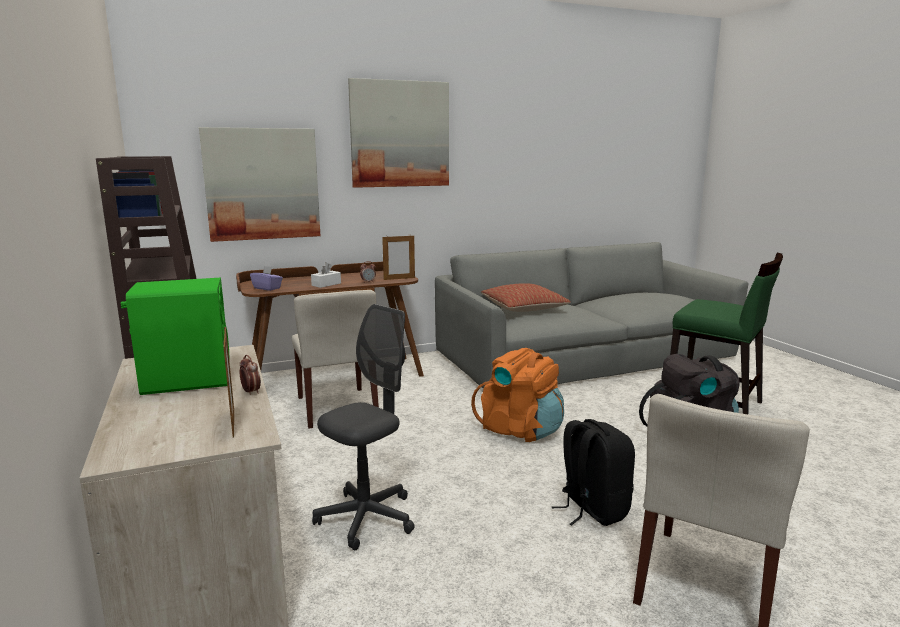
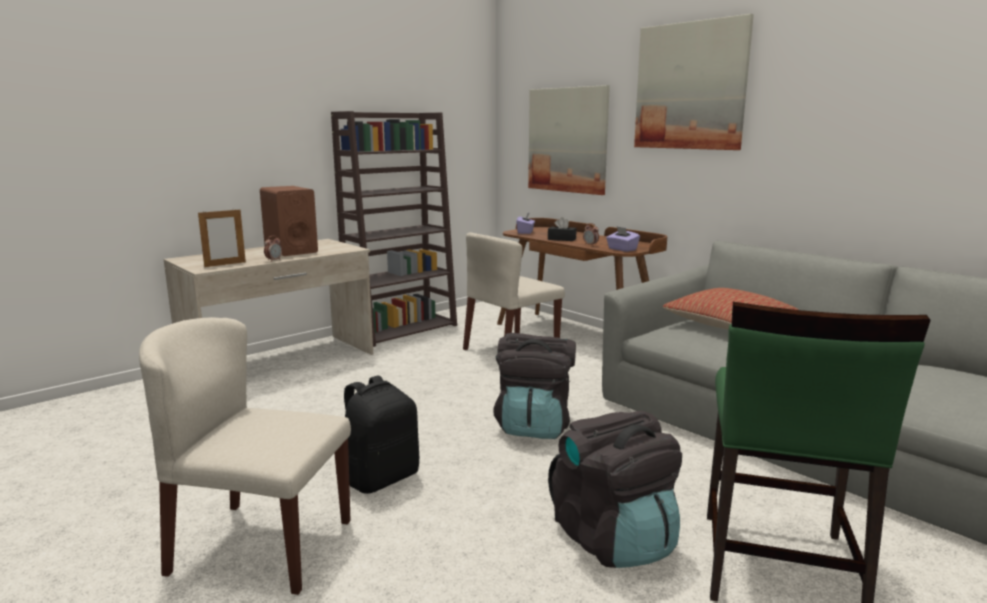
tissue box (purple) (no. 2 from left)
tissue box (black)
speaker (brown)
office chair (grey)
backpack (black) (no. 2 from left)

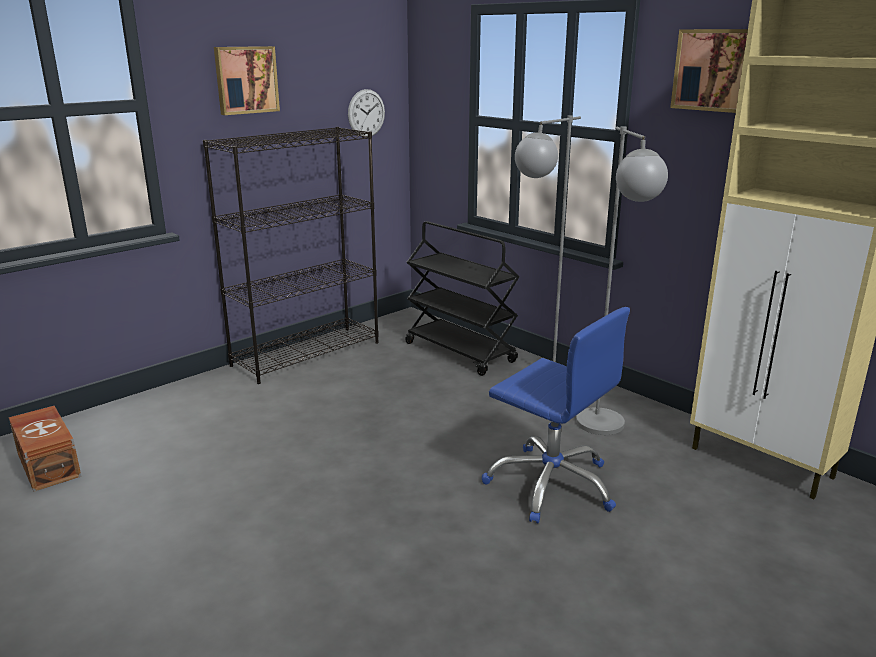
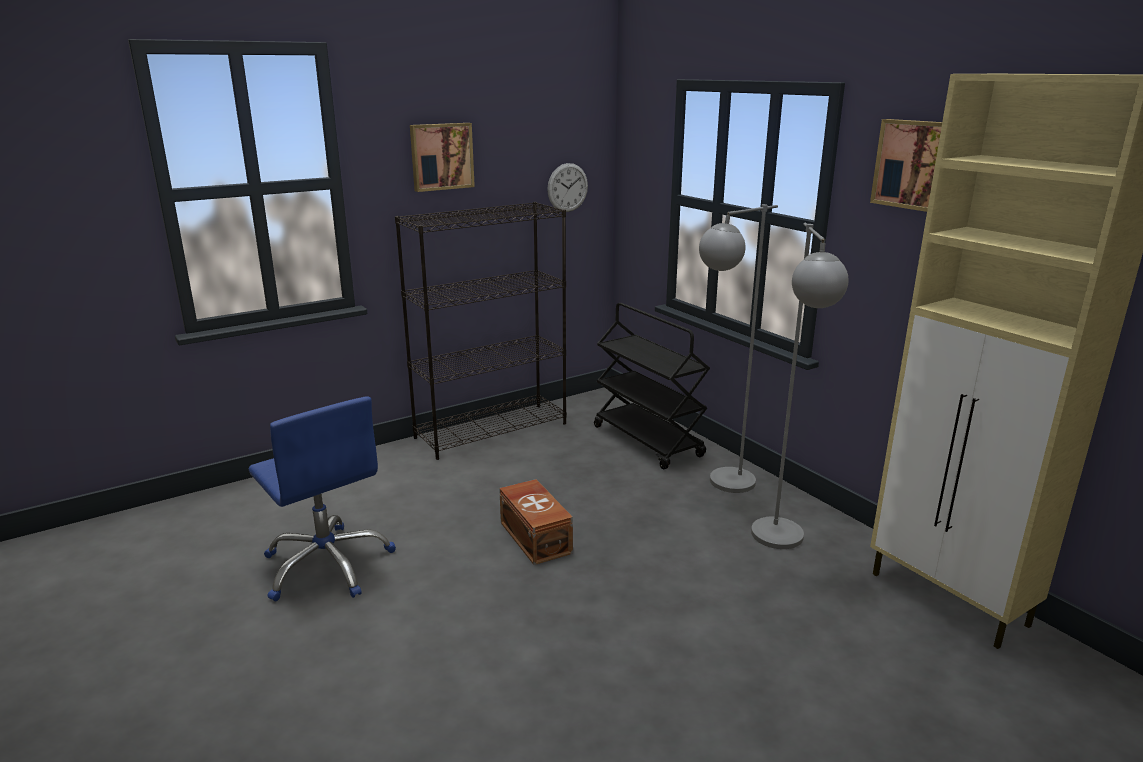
office chair (blue)
storage box (brown)

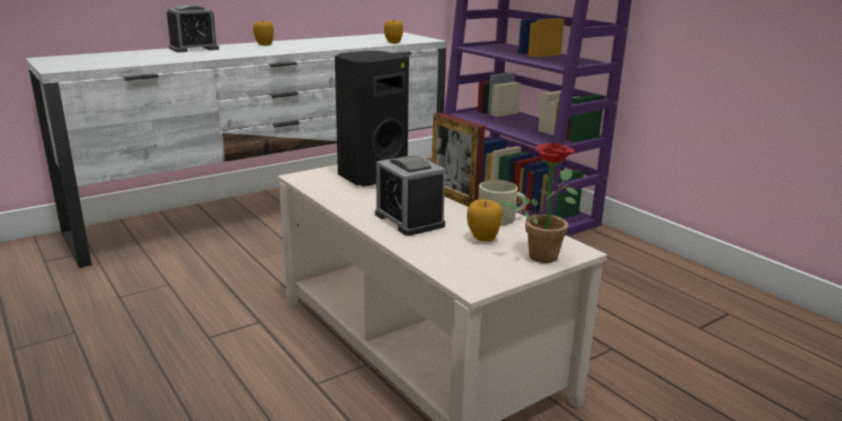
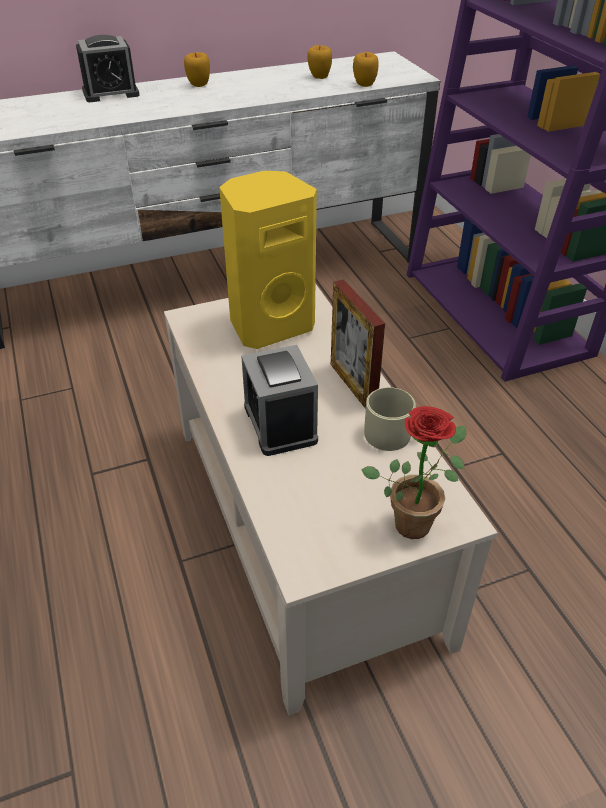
speaker (yellow)
apple (no. 2 from left)

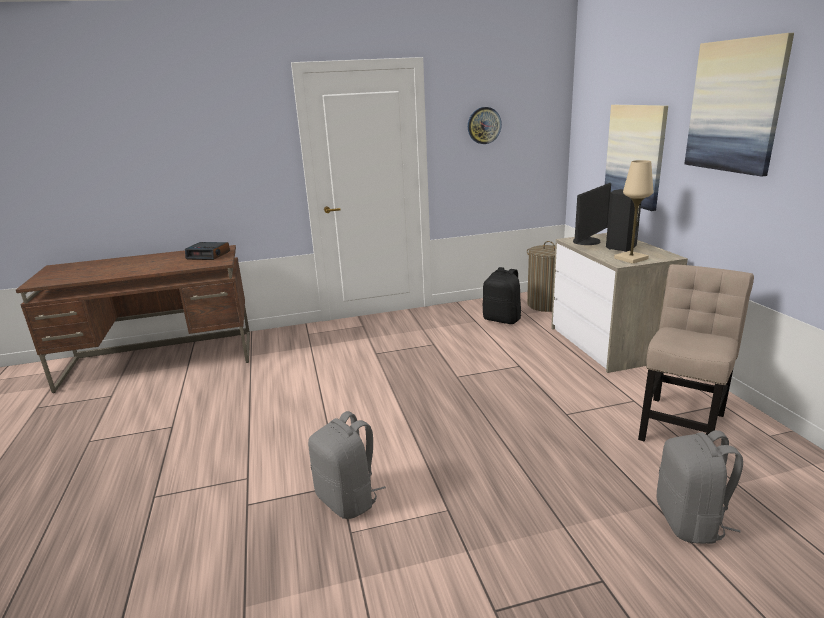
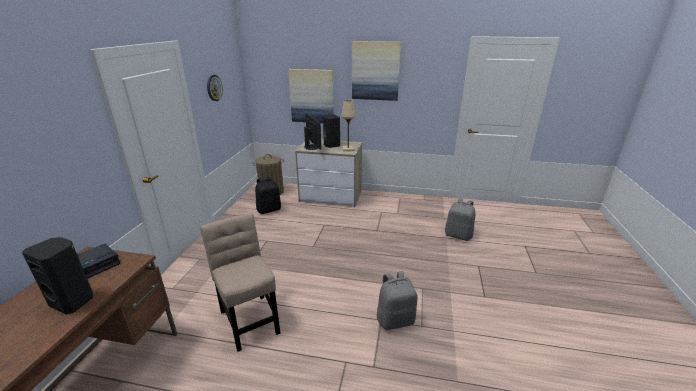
chair (beige)
speaker (black) (no. 1 from left)

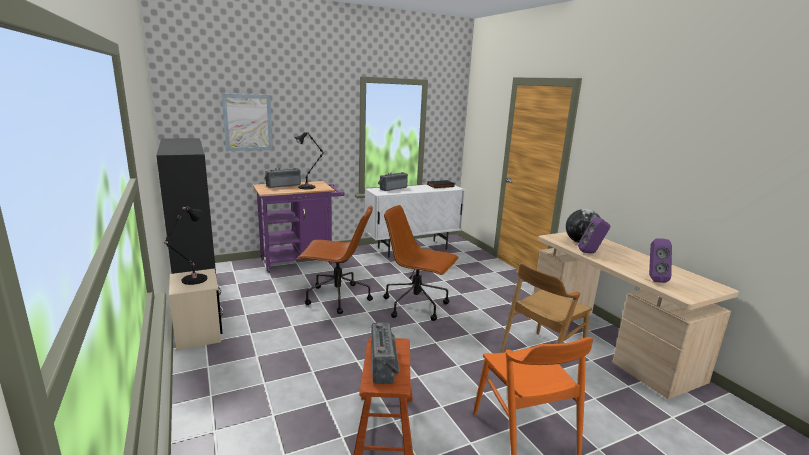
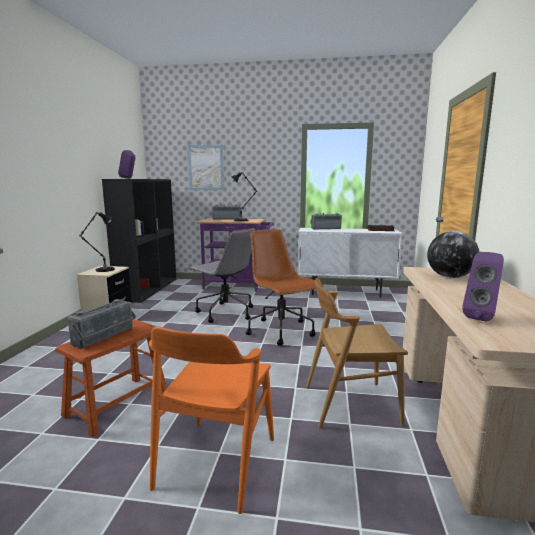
office chair (grey)
speaker (purple) (no. 1 from left)

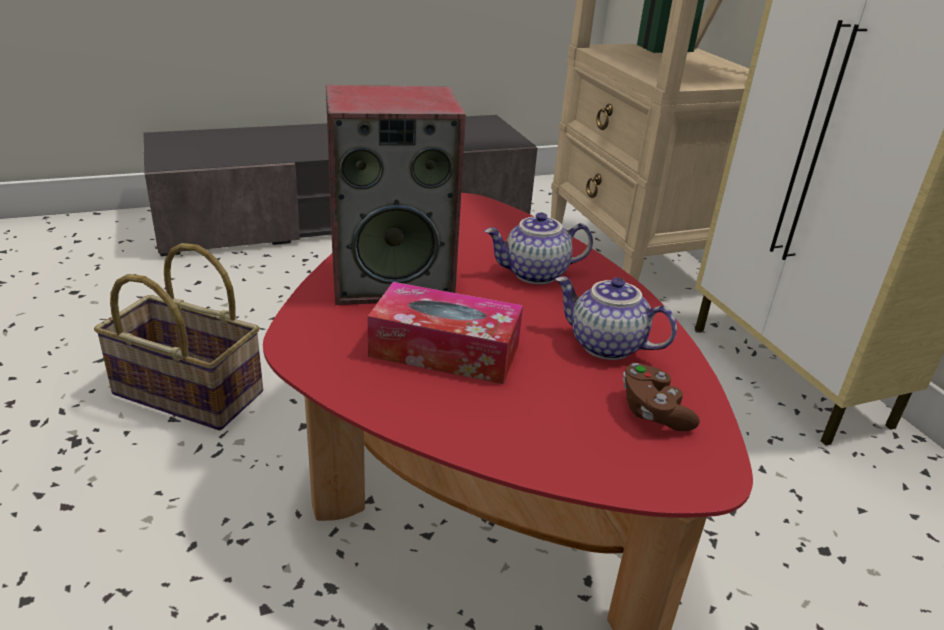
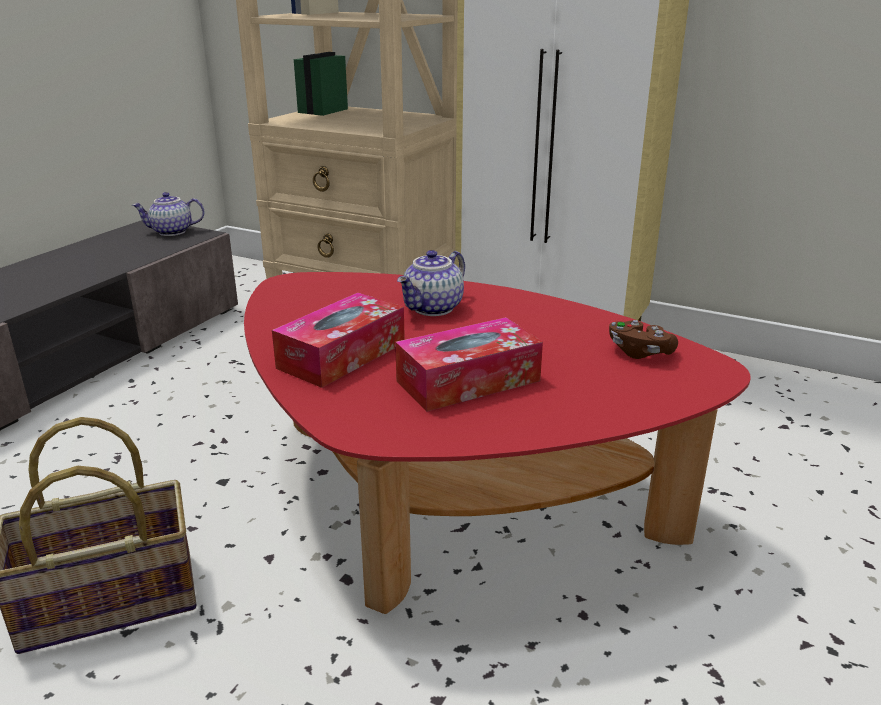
tissue box (no. 1 from left)
teapot (no. 1 from left)

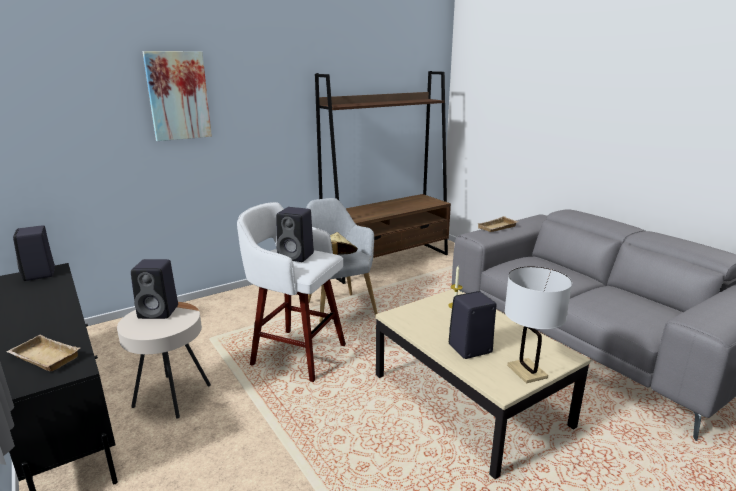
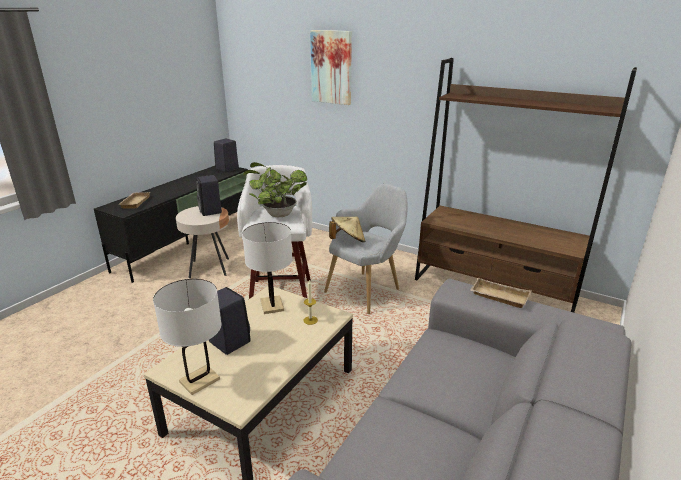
potted plant
table lamp (white) (no. 2 from left)

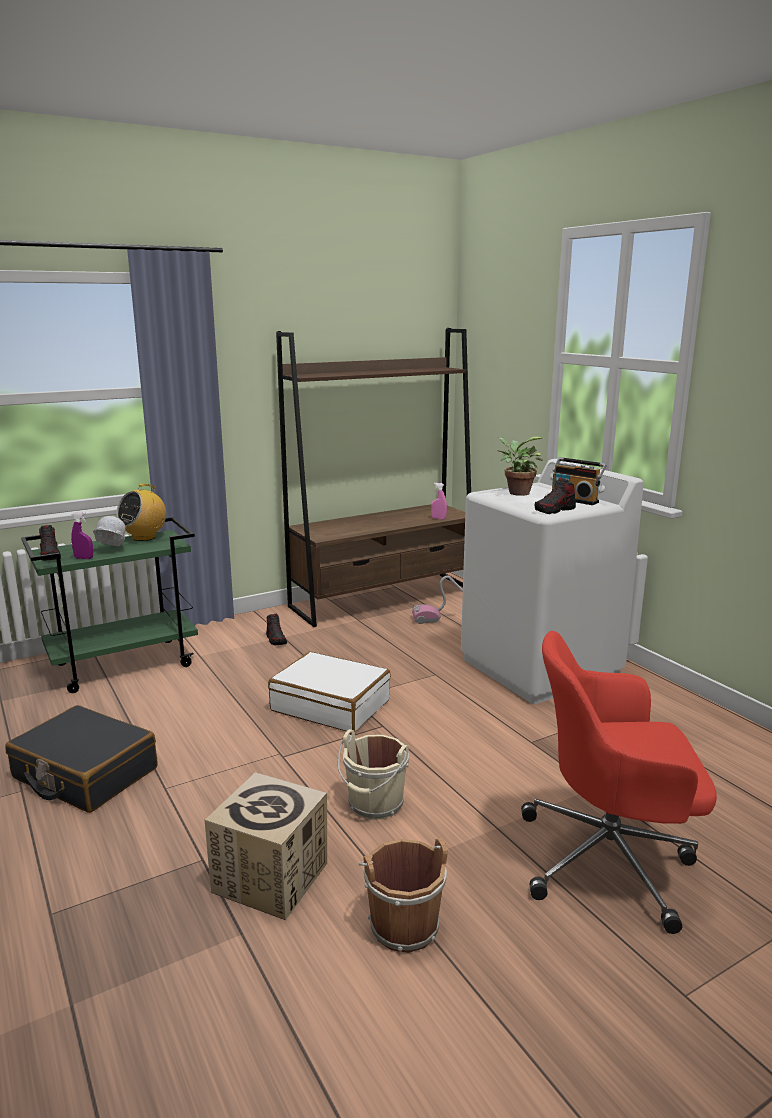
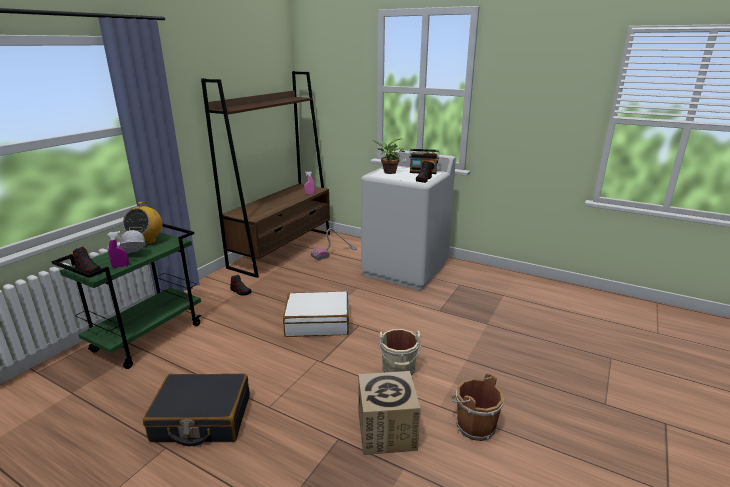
office chair (red)

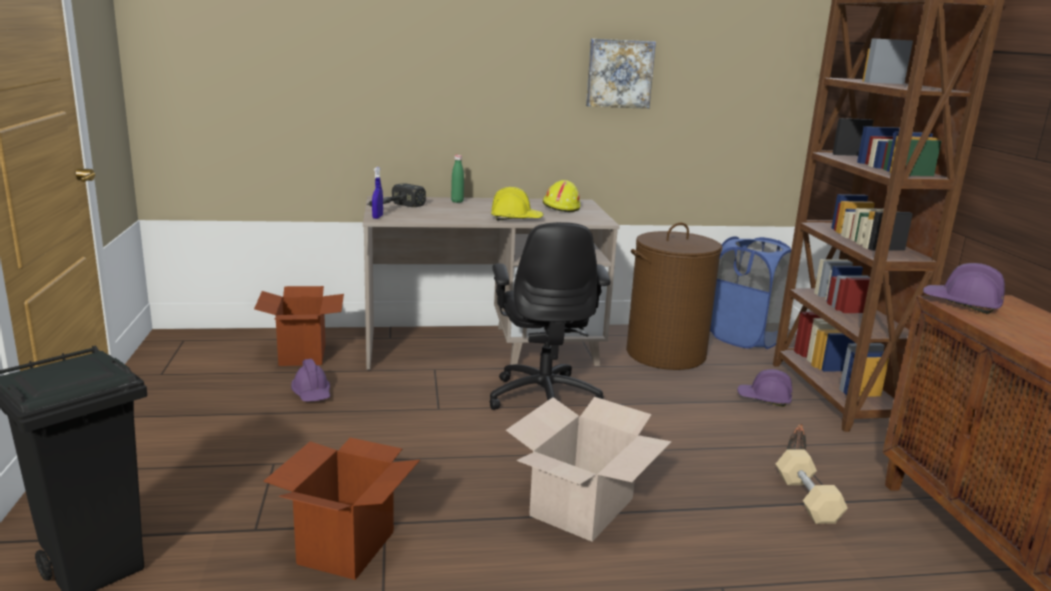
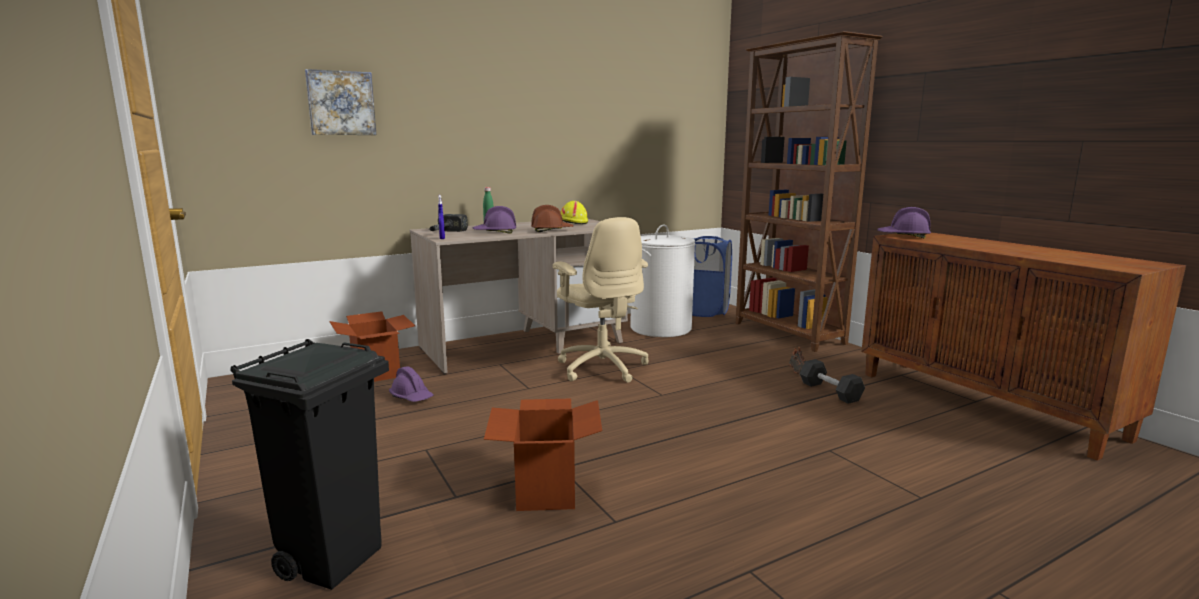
picture
hard hat (brown)
office chair (beige)
laundry basket (white)
hard hat (purple) (no. 2 from left)
cardboard box (no. 3 from left in the first image)
dumbbell (black)

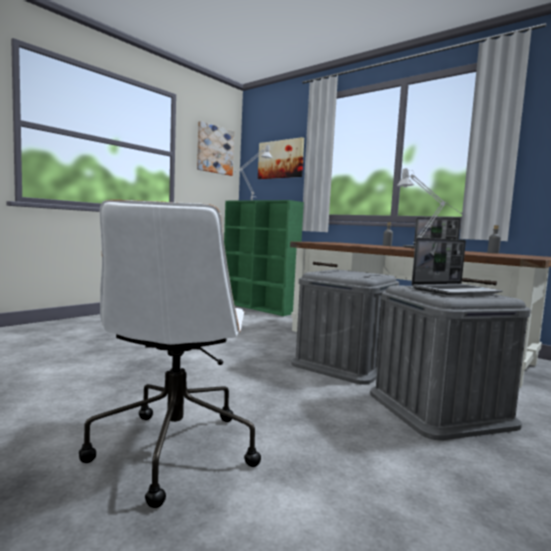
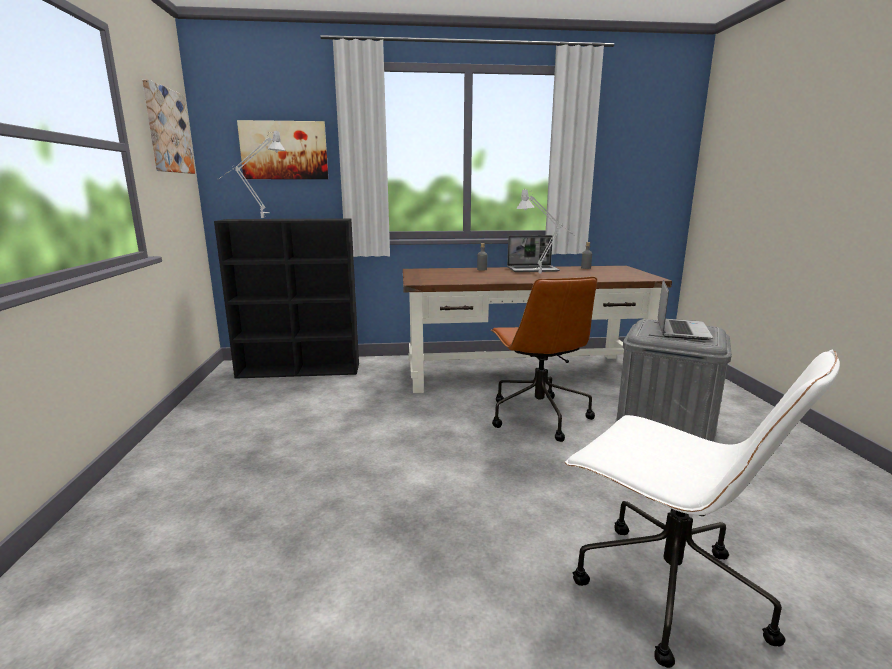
bookcase (black)
office chair (brown)

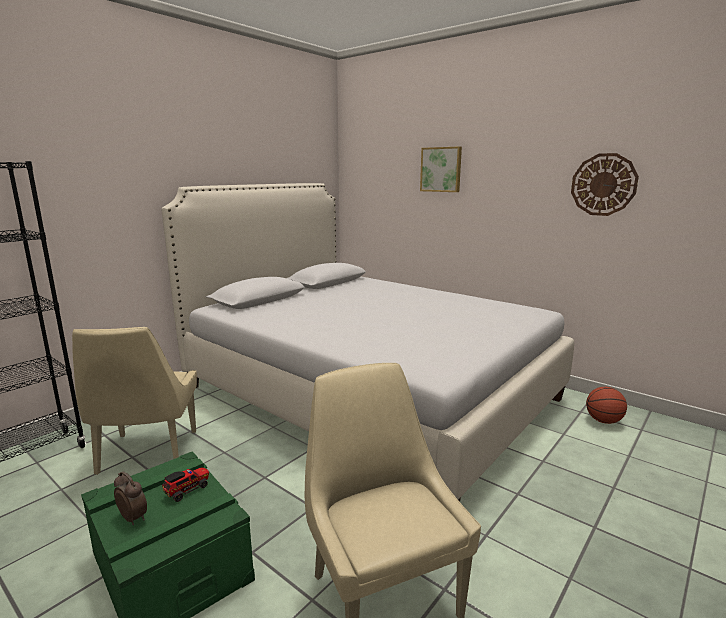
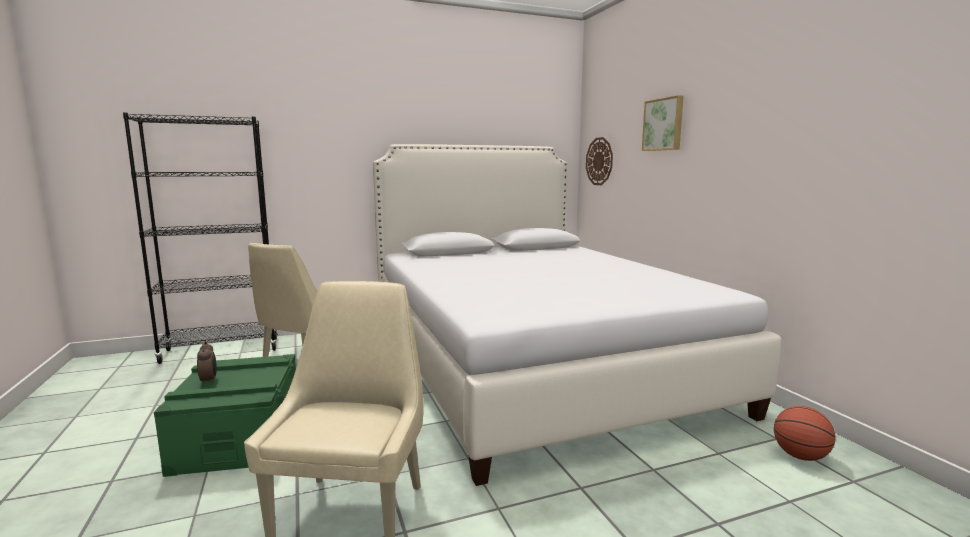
wall clock
toy truck

